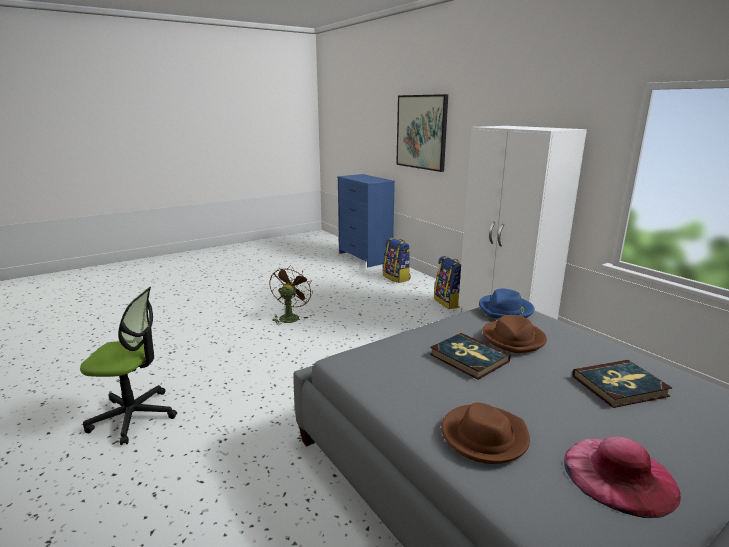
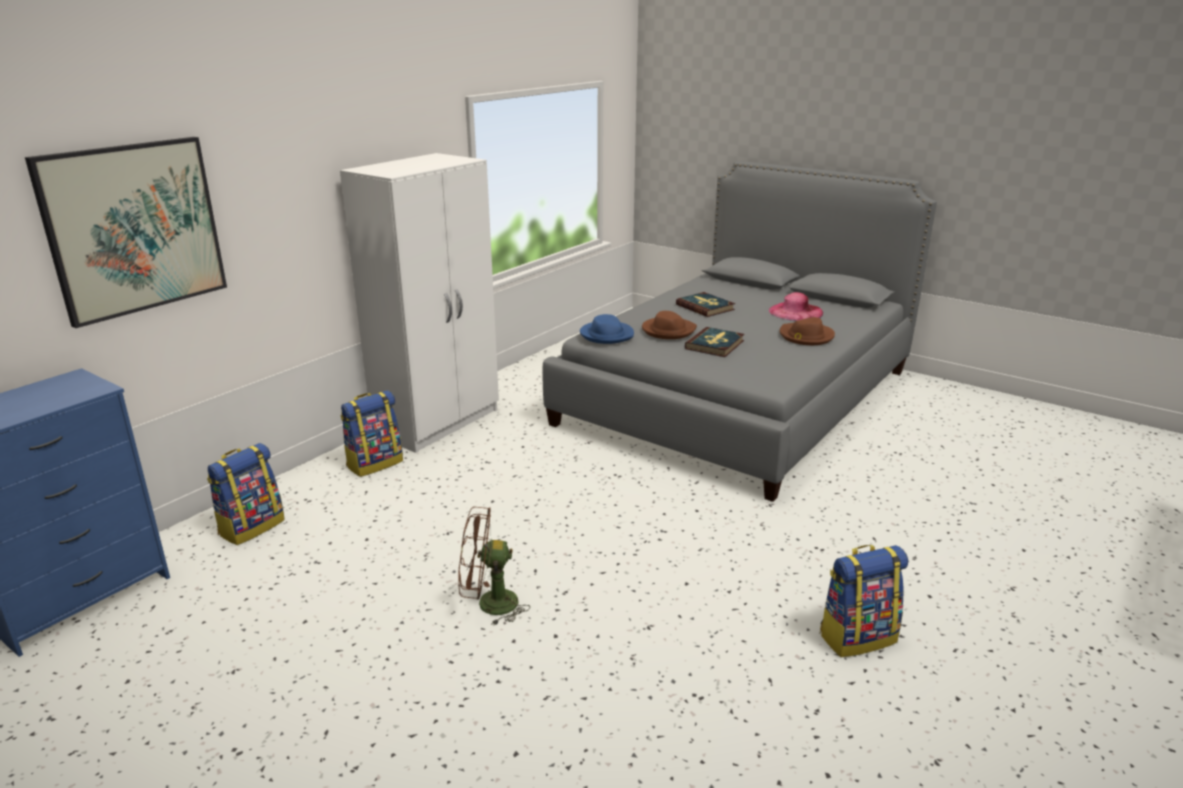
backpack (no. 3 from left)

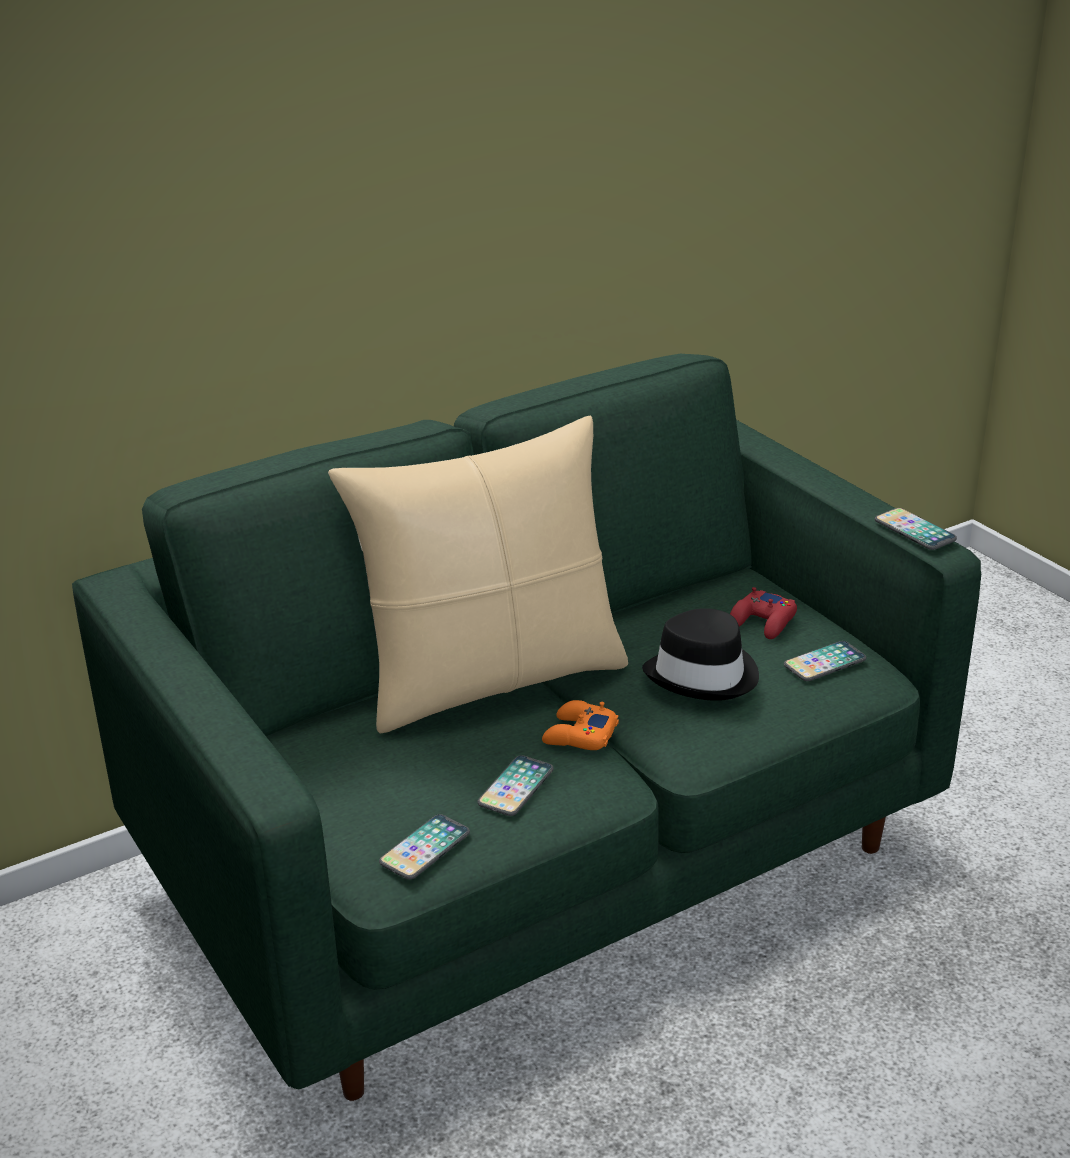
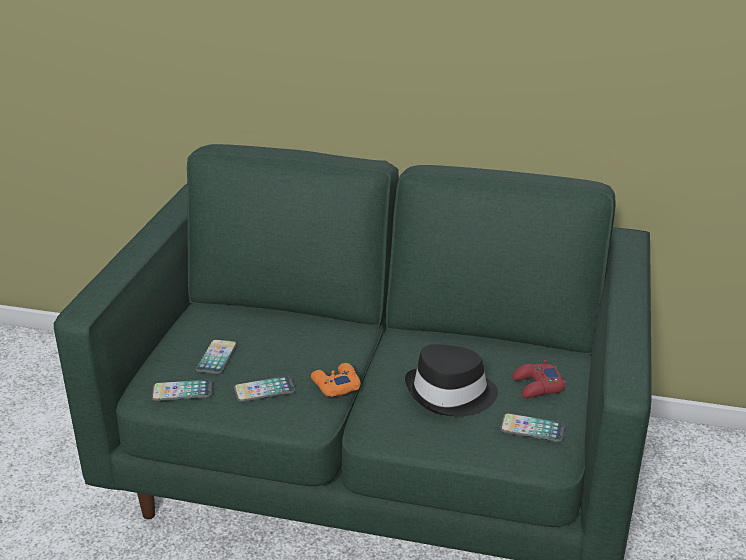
pillow (beige)
phone (no. 2 from left)

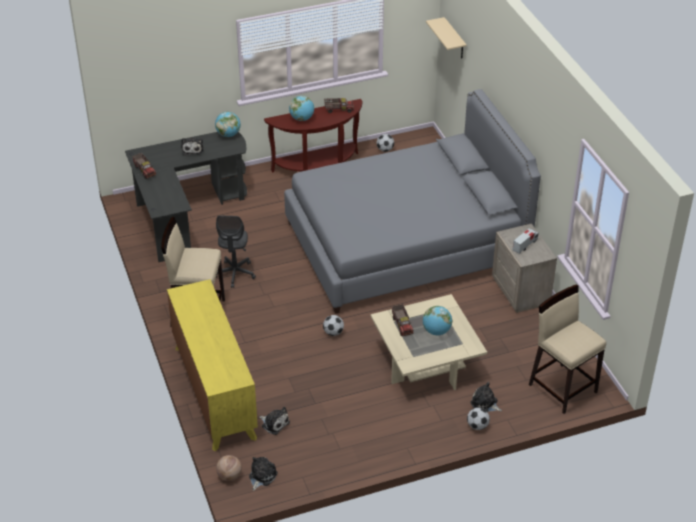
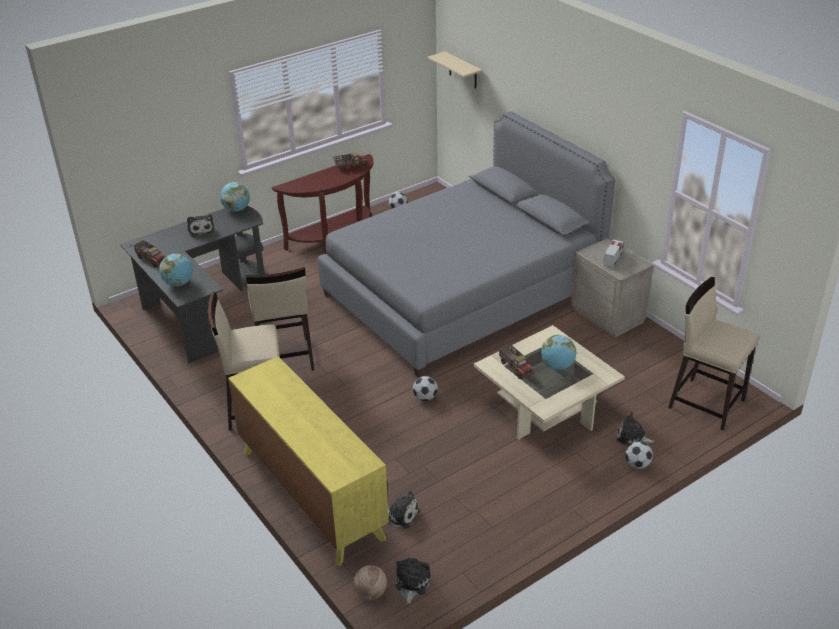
globe (no. 1 from left)
stool (beige) (no. 2 from left)

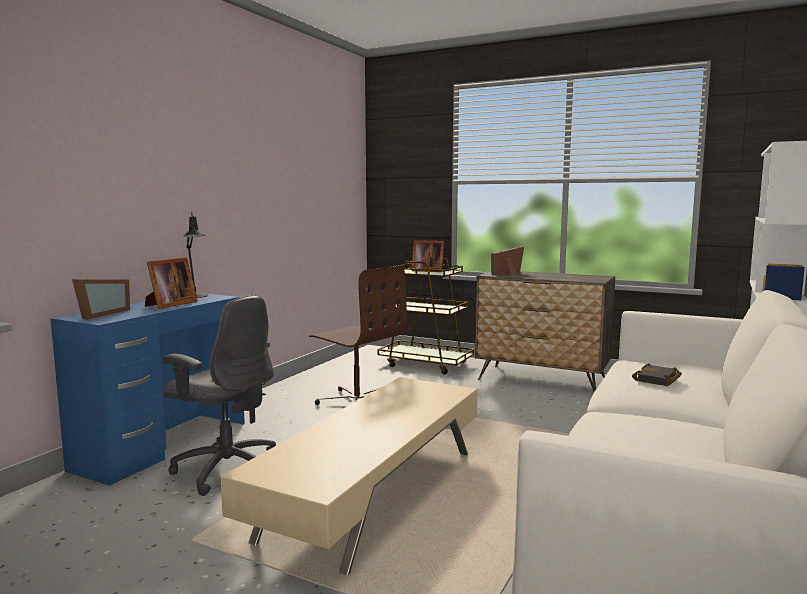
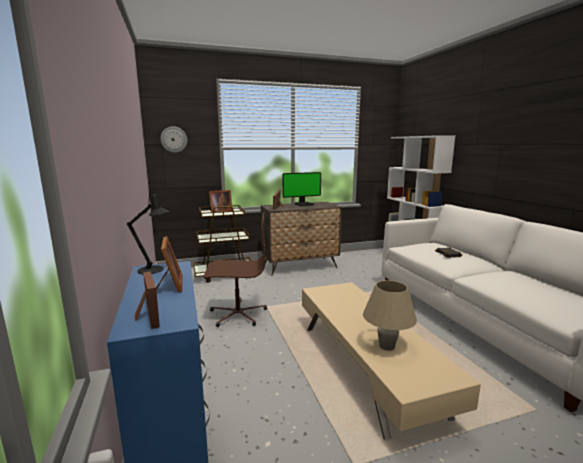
office chair (grey)
wall clock
monitor
table lamp (beige)

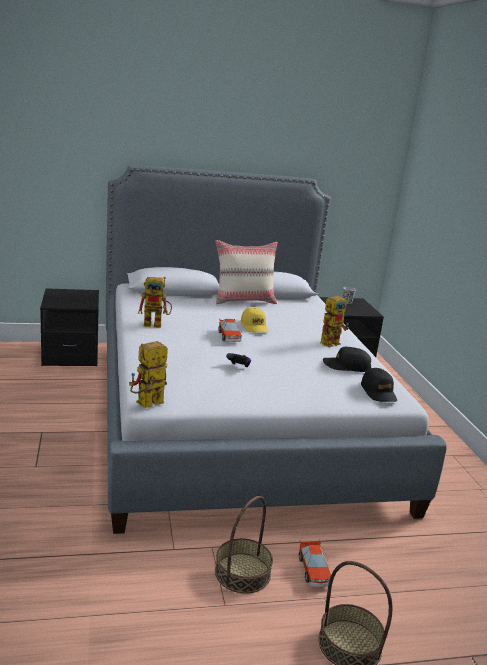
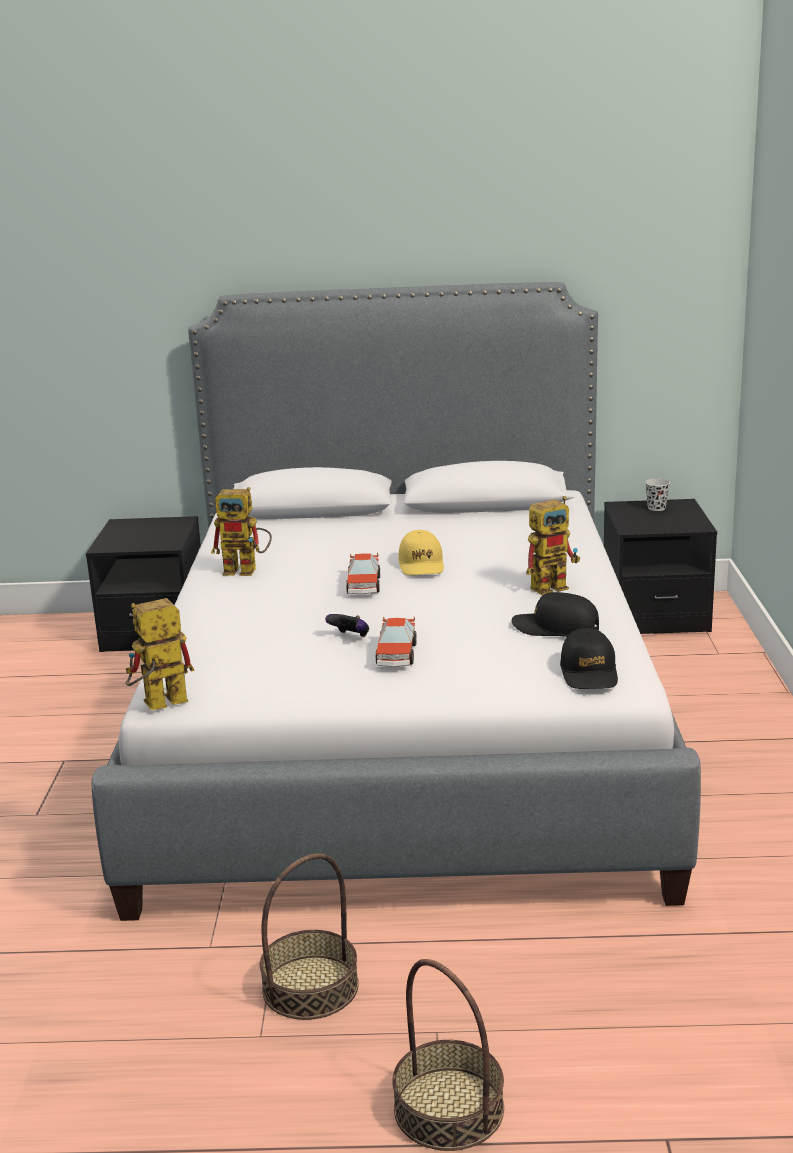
pillow (beige)
toy car (no. 2 from left)

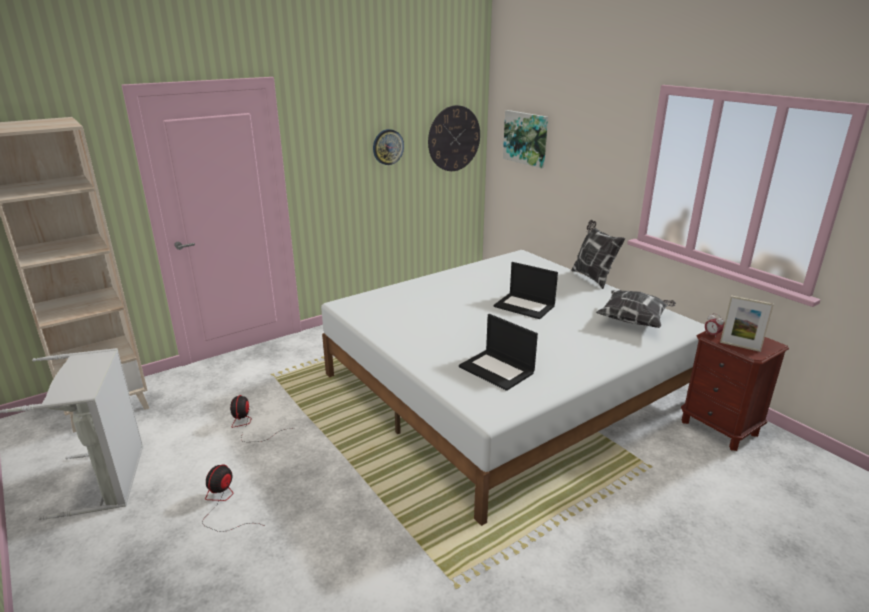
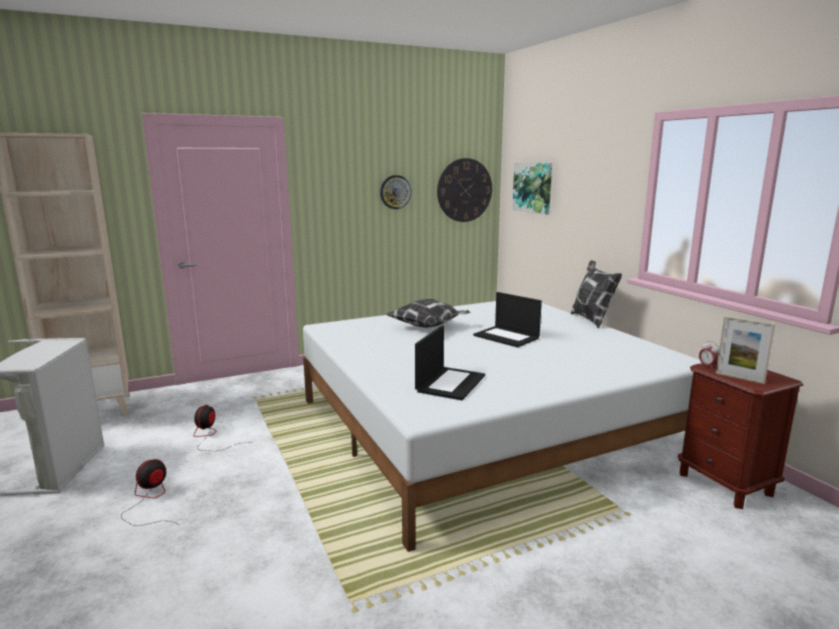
pillow (no. 1 from left)
laptop (no. 1 from left)

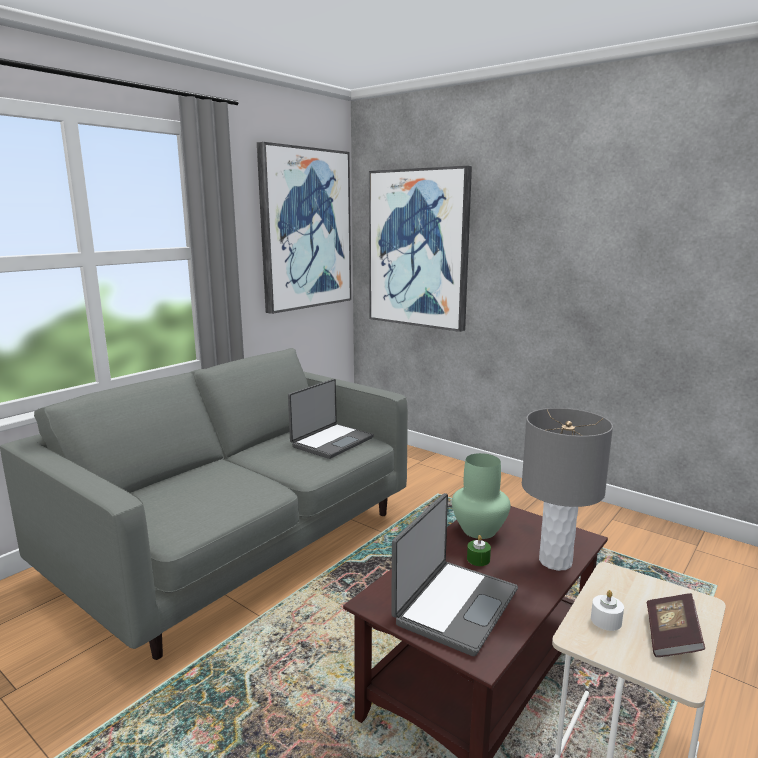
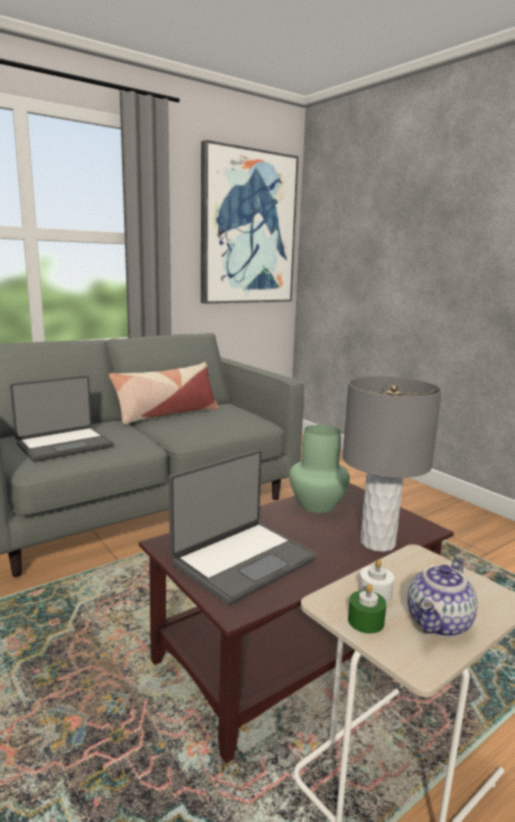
picture (no. 2 from left in the first image)
laptop (no. 1 from left)
candle (green)
teapot
pillow

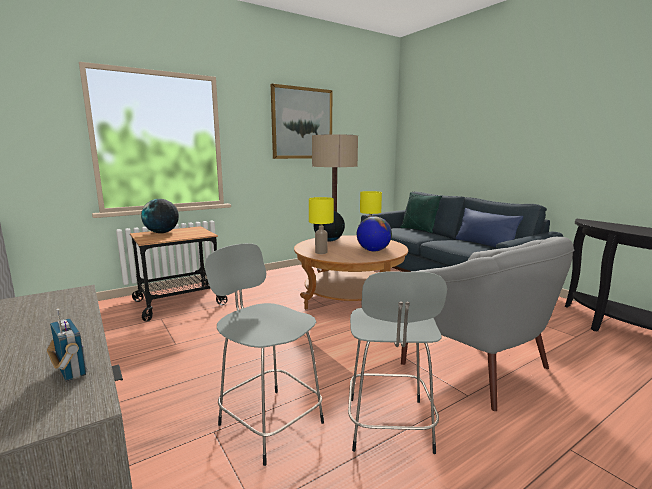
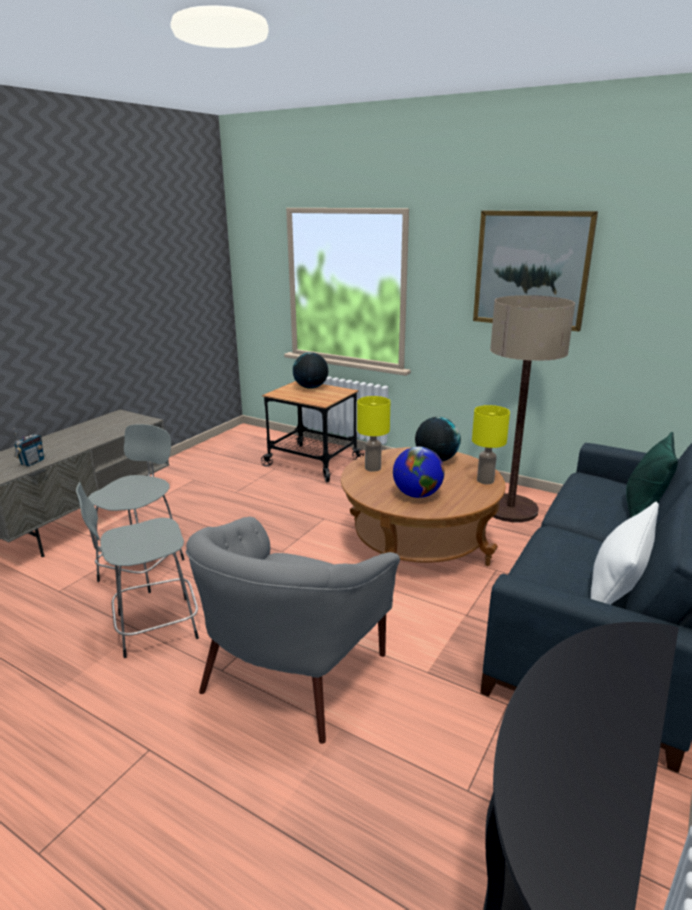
pillow (white)

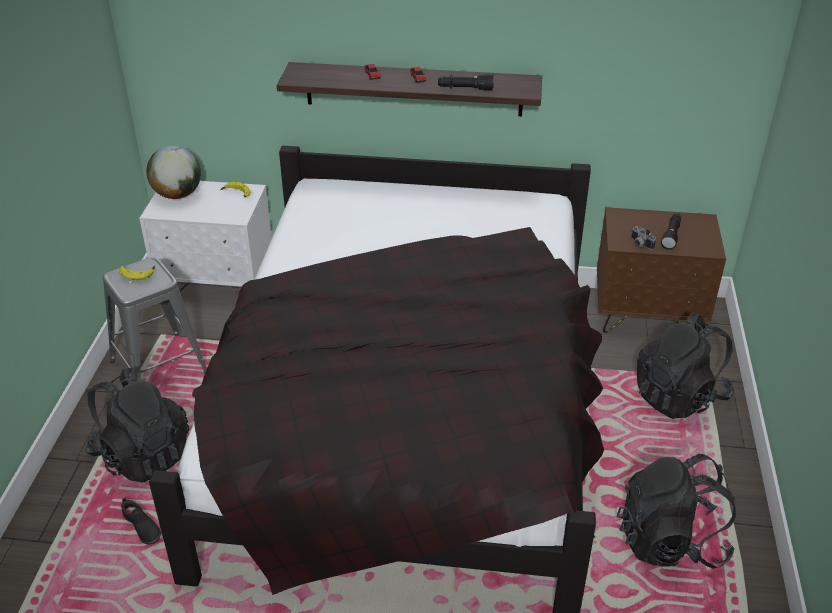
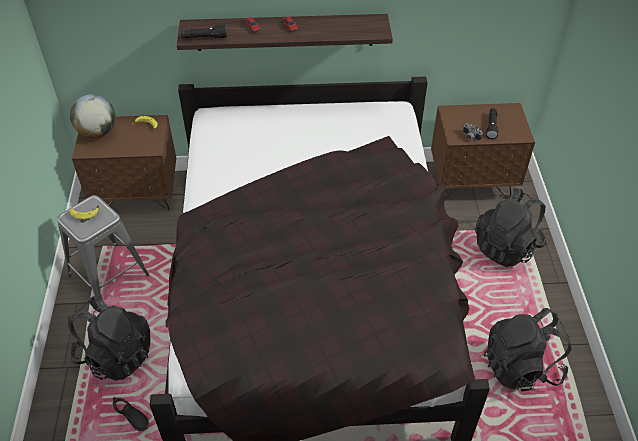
flashlight (black) (no. 1 from left)
nightstand (brown) (no. 1 from left)

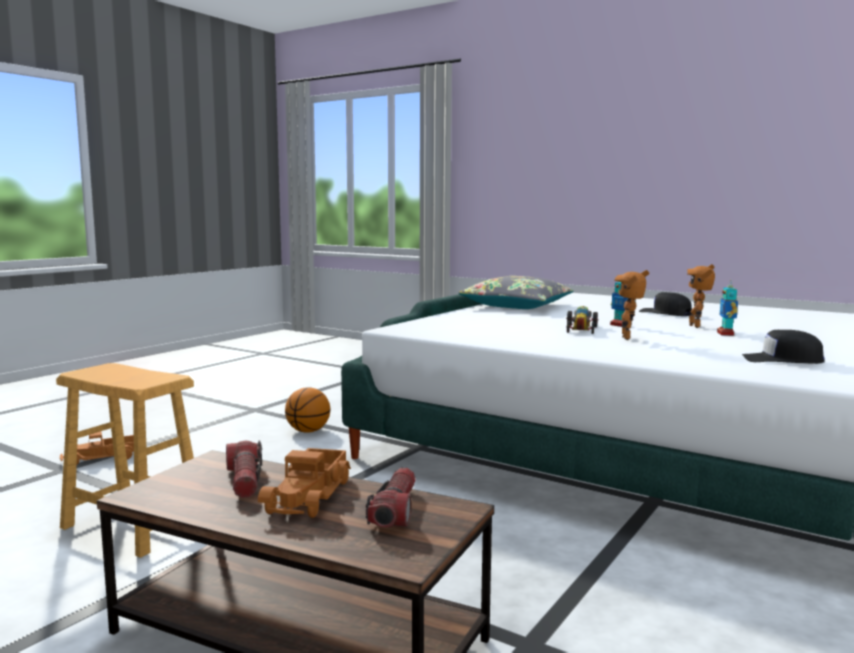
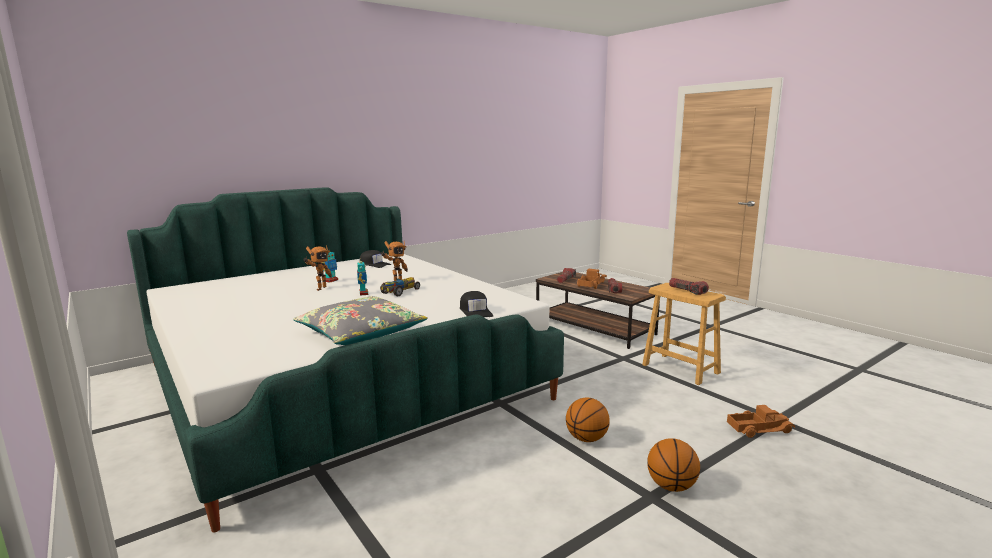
cap (black) (no. 2 from left)
flashlight (no. 3 from left)
basketball (no. 2 from left)

